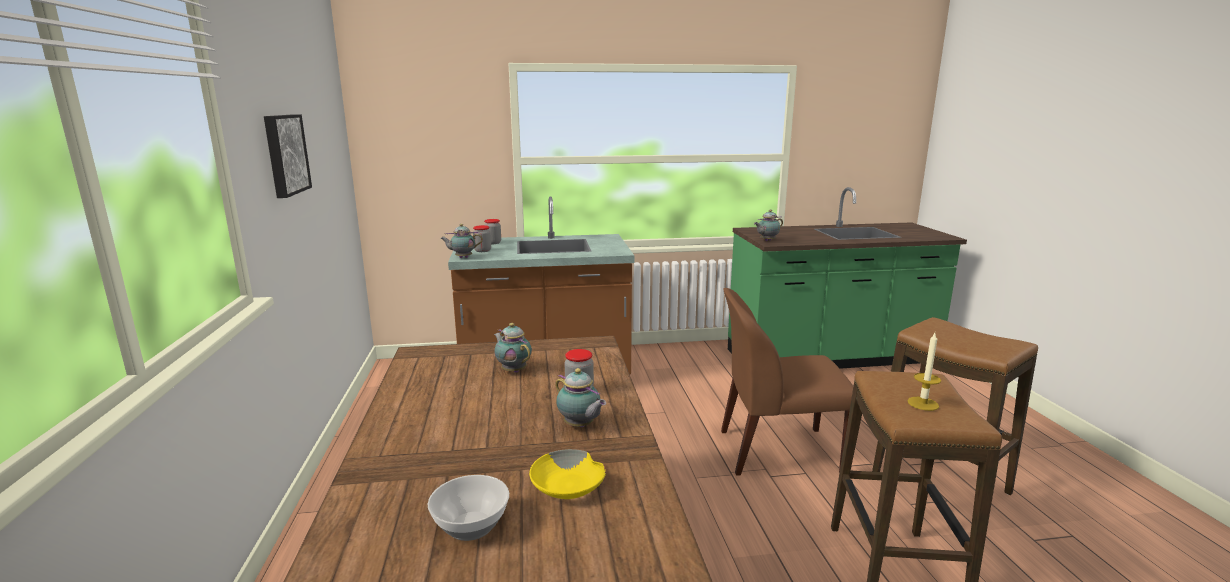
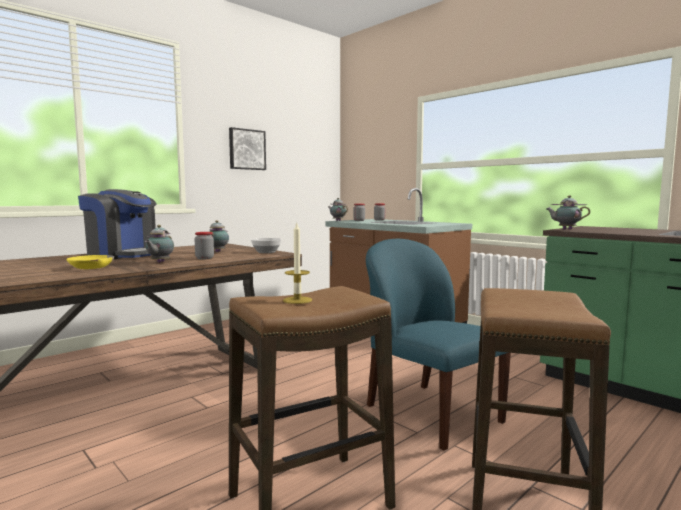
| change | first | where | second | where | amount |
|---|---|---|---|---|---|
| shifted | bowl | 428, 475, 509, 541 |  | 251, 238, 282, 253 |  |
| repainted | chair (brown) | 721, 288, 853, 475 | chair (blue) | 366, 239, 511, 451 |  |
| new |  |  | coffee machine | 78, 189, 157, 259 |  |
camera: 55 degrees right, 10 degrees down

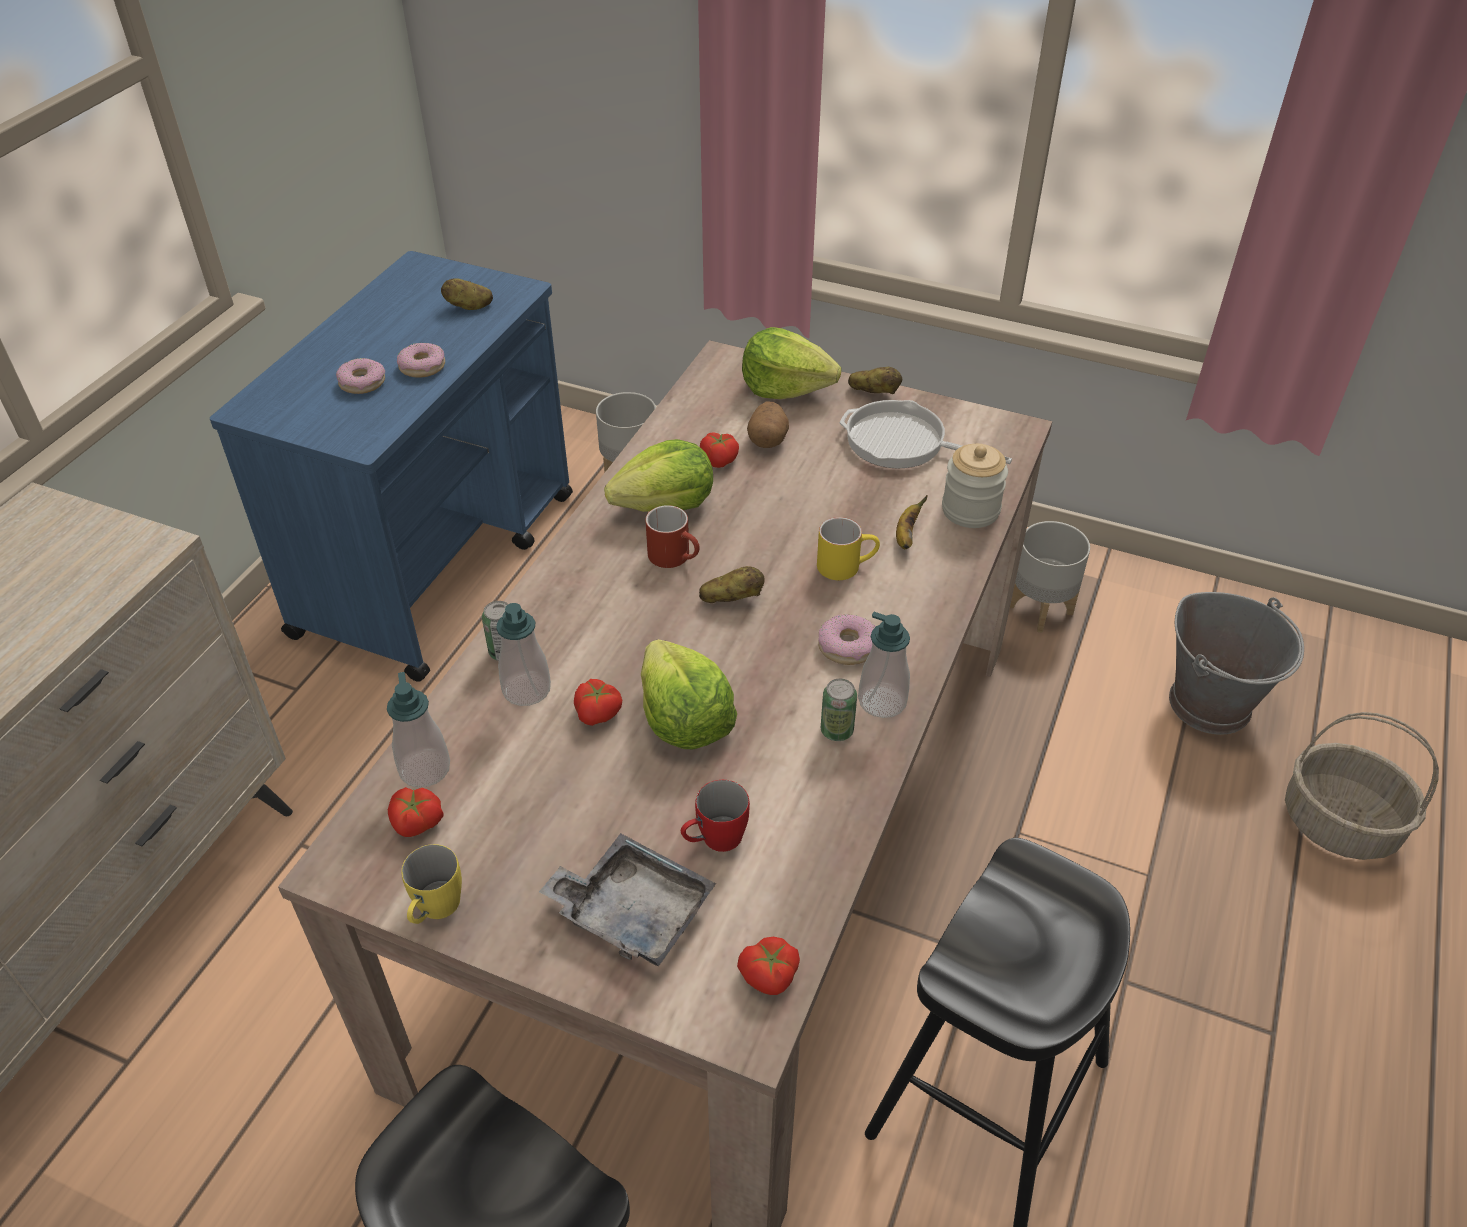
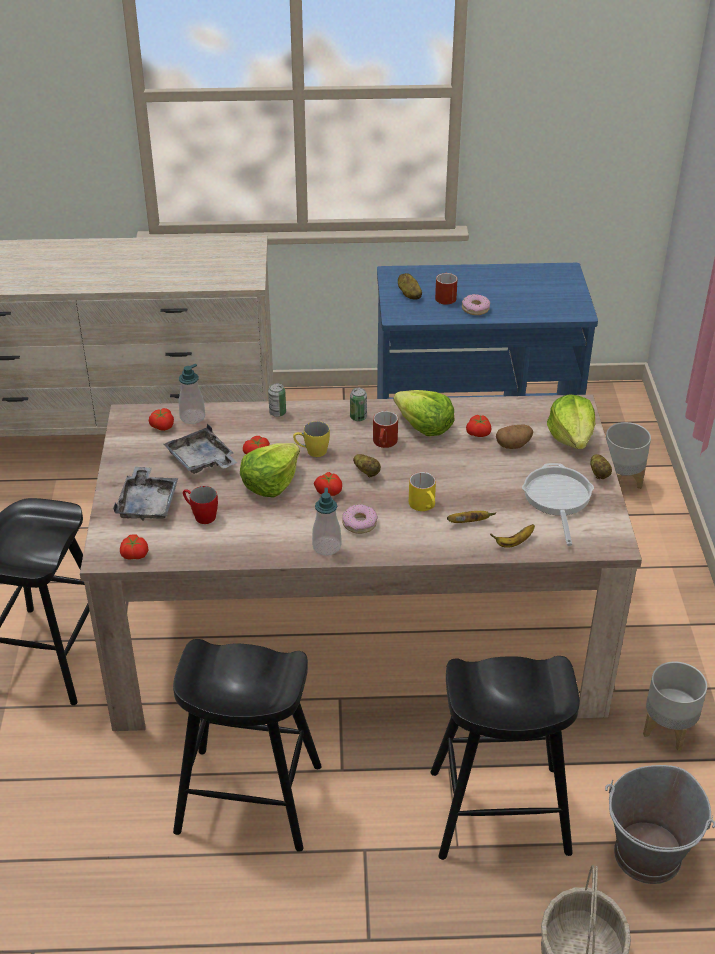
| change | first | where | second | where | amount |
|---|---|---|---|---|---|
| swapped | donut | 336, 358, 385, 394 | mug (red) | 435, 273, 458, 305 |  |
| shifted | mug (yellow) | 402, 844, 462, 924 |  | 293, 421, 330, 457 |  |
| shifted | potato | 441, 278, 493, 310 |  | 398, 273, 422, 300 |  |
| gone | soap dispenser | 496, 603, 551, 706 |  |  |  |
| shifted | can | 821, 678, 857, 741 |  | 350, 388, 367, 421 |  |
| swapped | jar | 942, 444, 1008, 528 | banana | 490, 524, 535, 548 |  |
| new |  |  | tray (grey) | 164, 423, 237, 474 |  |
| new |  |  | tomato | 314, 472, 342, 496 |  |
| new |  |  | stool (black) | 430, 656, 580, 860 |  |
camera: 65 degrees right, 5 degrees down

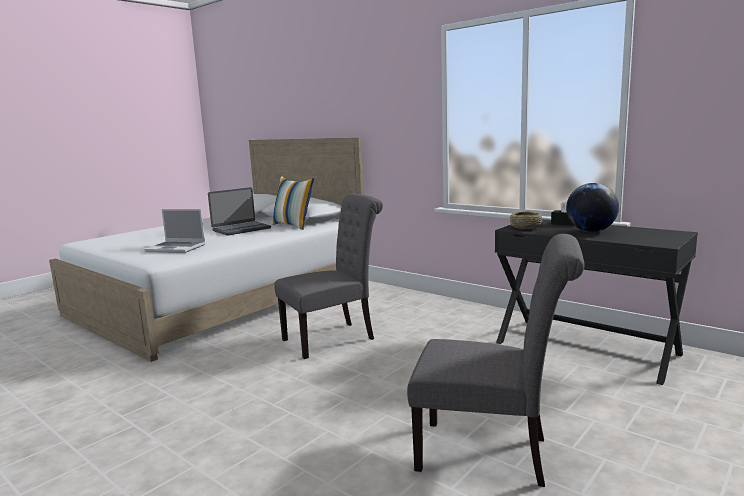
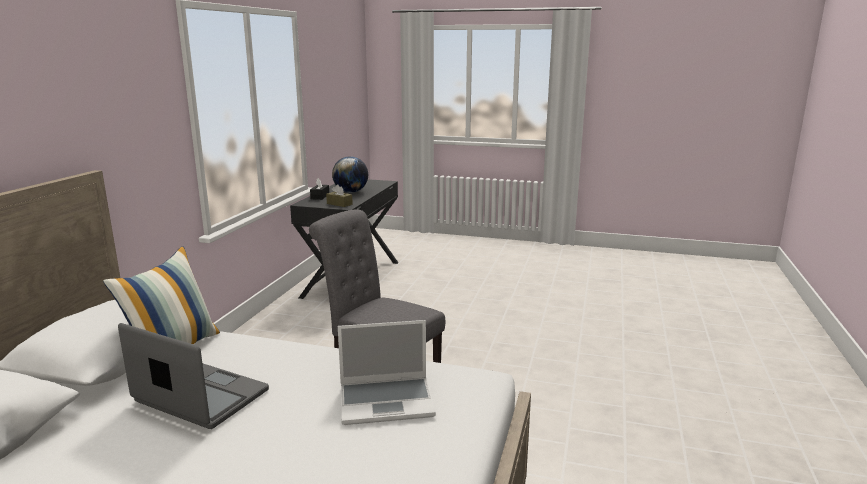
| change | first | where | second | where | amount |
|---|---|---|---|---|---|
| rotated | laptop | 144, 209, 205, 253 |  | 338, 320, 436, 425 | 90 degrees clockwise |
| gone | chair (grey) | 407, 234, 585, 487 |  |  |  |
| swapped | bowl (beige) | 510, 211, 542, 229 | tissue box (brown) | 326, 184, 353, 207 |  |
camera: 115 degrees left, 5 degrees up

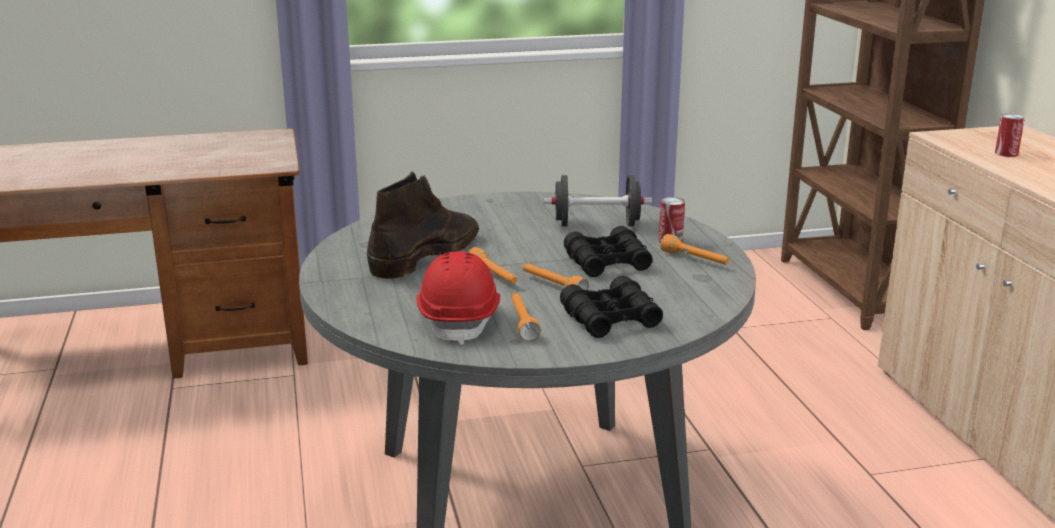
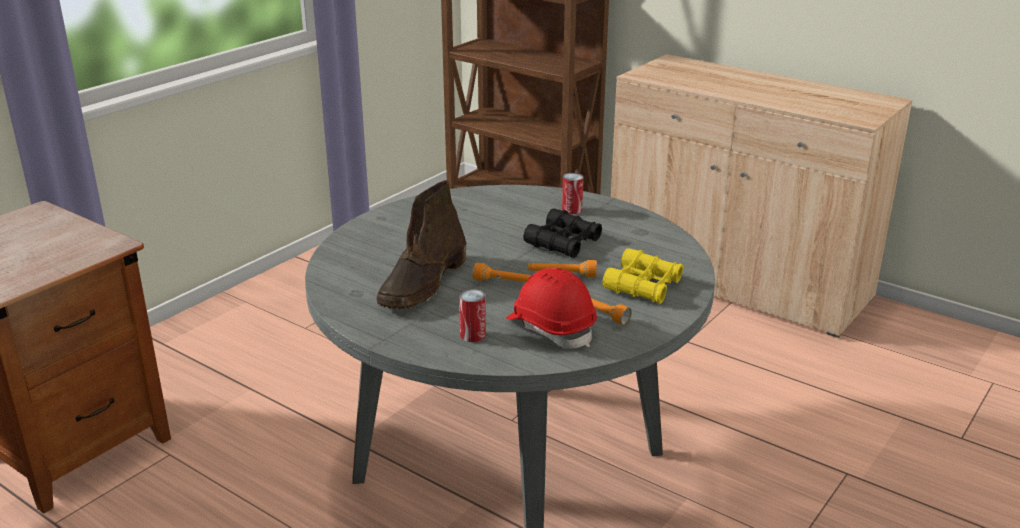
| change | first | where | second | where | amount |
|---|---|---|---|---|---|
| rotated | boot (brown) | 367, 171, 479, 279 |  | 377, 180, 466, 309 | 150 degrees counterclockwise |
| gone | dumbbell (black) | 544, 175, 652, 227 |  |  |  |
| repainted | binoculars (black) | 560, 276, 663, 338 | binoculars (yellow) | 602, 248, 683, 304 |  |
| gone | flashlight (orange) | 661, 234, 729, 265 |  |  |  |
| shifted | can | 995, 114, 1025, 157 |  | 459, 289, 486, 342 |  |
camera: 40 degrees left, 5 degrees up

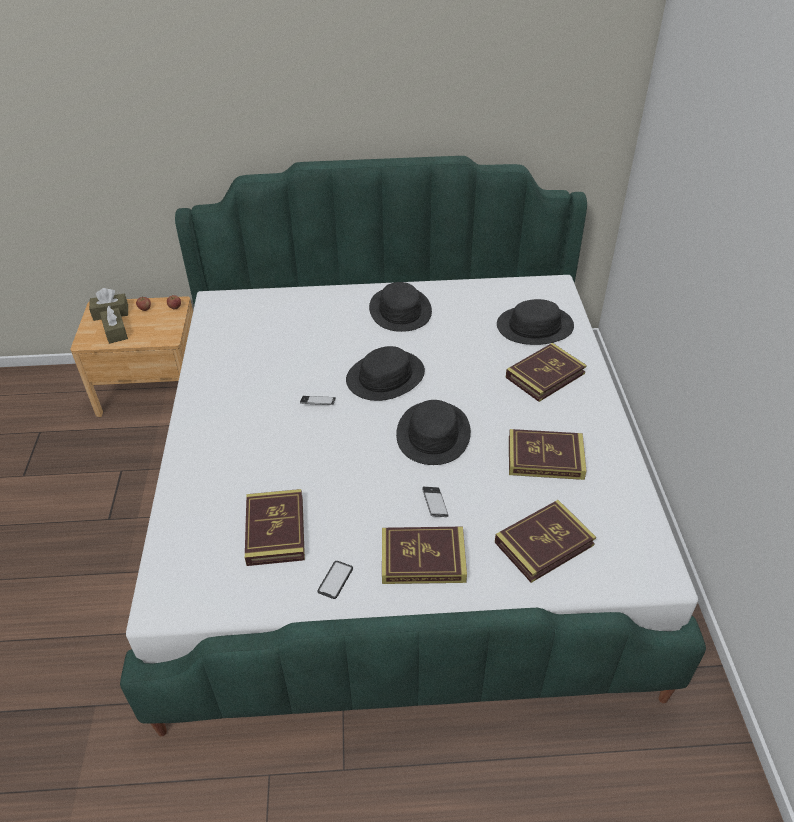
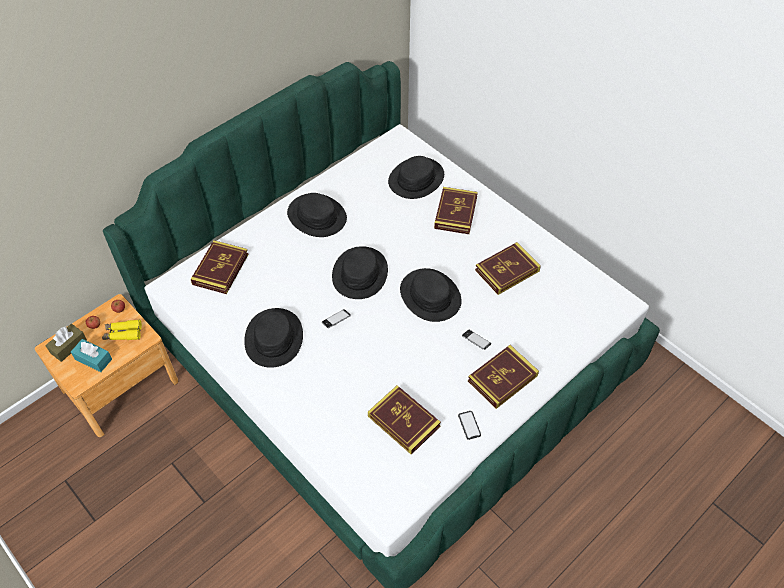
| change | first | where | second | where | amount |
|---|---|---|---|---|---|
| repainted | tissue box (brown) | 100, 306, 128, 344 | tissue box (turquoise) | 71, 339, 112, 372 |  |
| shifted | book | 495, 500, 596, 583 |  | 191, 240, 248, 294 |  |
| new |  |  | binoculars (yellow) | 102, 319, 142, 340 |  |
| new |  |  | hat (black) | 244, 308, 303, 367 |  |
camera: 40 degrees left, 10 degrees up

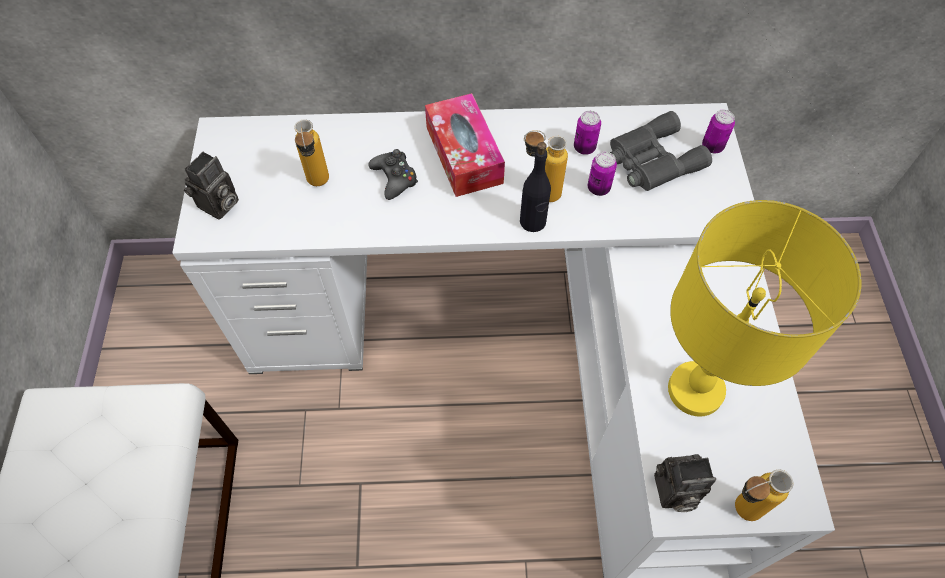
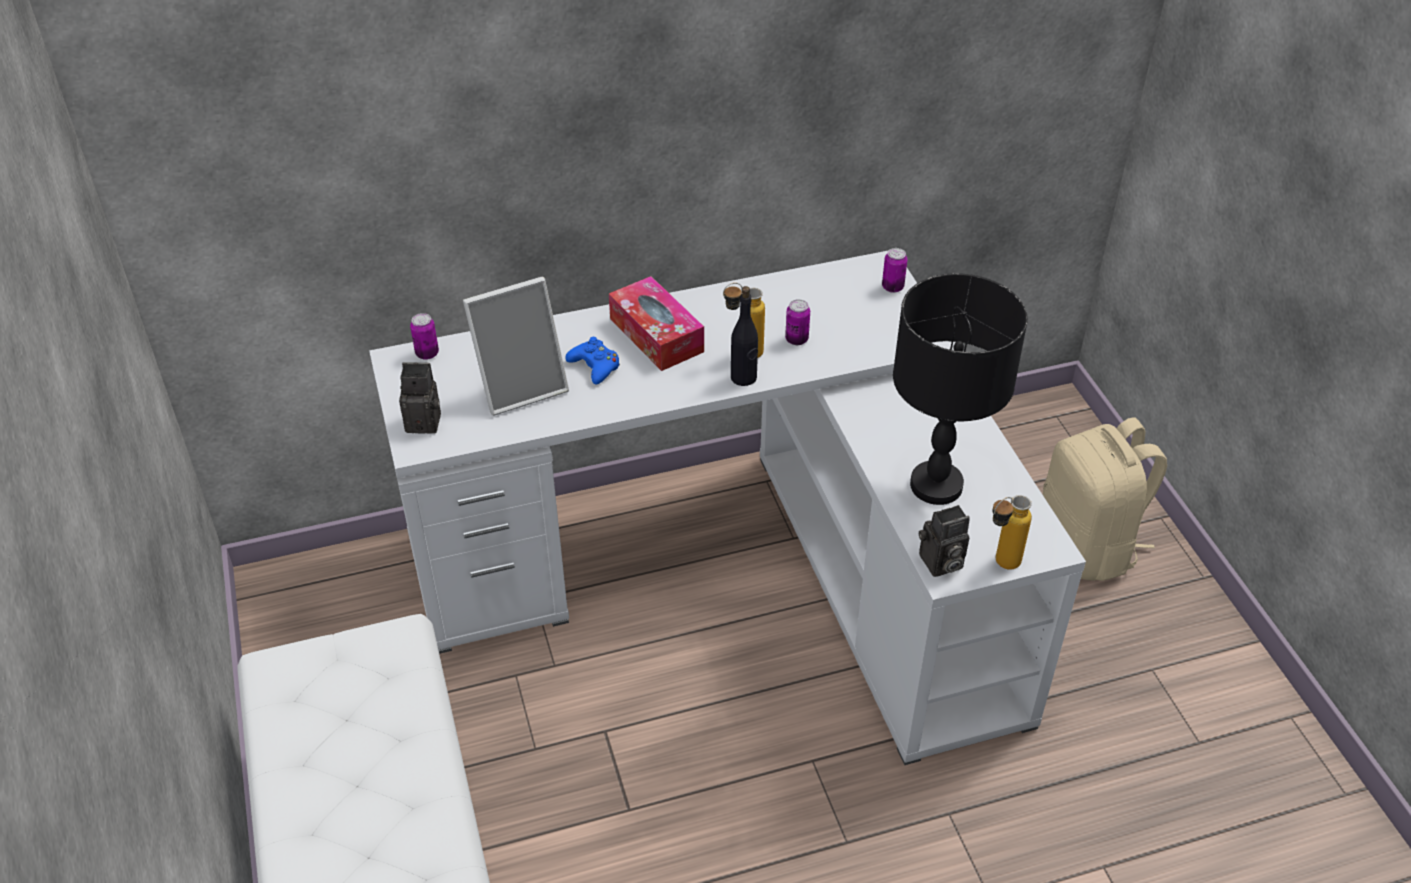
| change | first | where | second | where | amount |
|---|---|---|---|---|---|
| rotated | photo camera | 184, 152, 239, 220 |  | 399, 362, 441, 434 | 105 degrees counterclockwise |
| swapped | bottle | 294, 119, 329, 186 | picture frame | 463, 277, 569, 416 |  |
| repainted | game controller (black) | 368, 149, 418, 200 | game controller (blue) | 565, 337, 620, 385 |  |
| shifted | can | 574, 111, 601, 155 |  | 410, 313, 439, 360 |  |
| gone | binoculars (grey) | 610, 111, 712, 191 |  |  |  |
| repainted | table lamp (yellow) | 668, 200, 861, 417 | table lamp (black) | 893, 273, 1028, 505 |  |
| new |  |  | backpack (beige) | 1042, 418, 1167, 581 |  |
camera: 15 degrees left, 15 degrees down

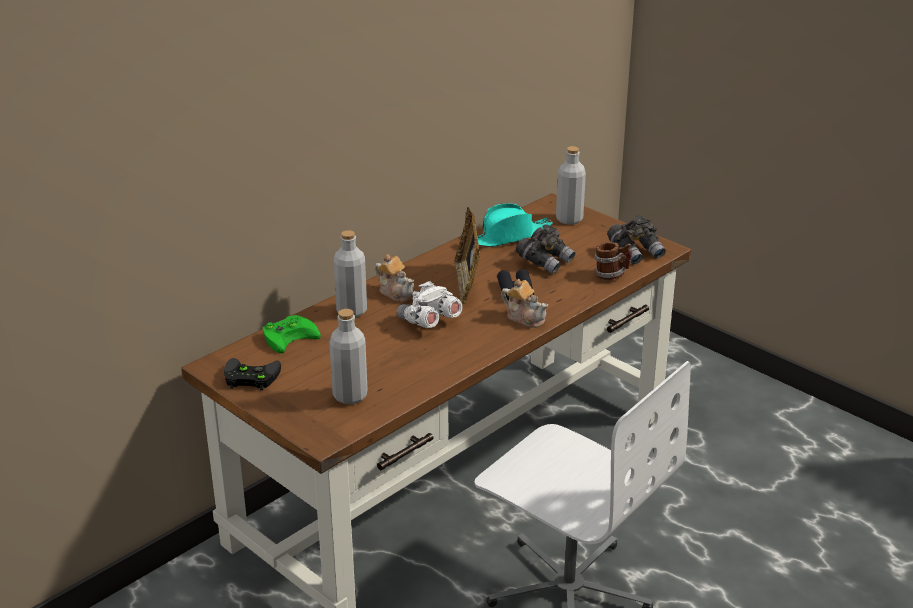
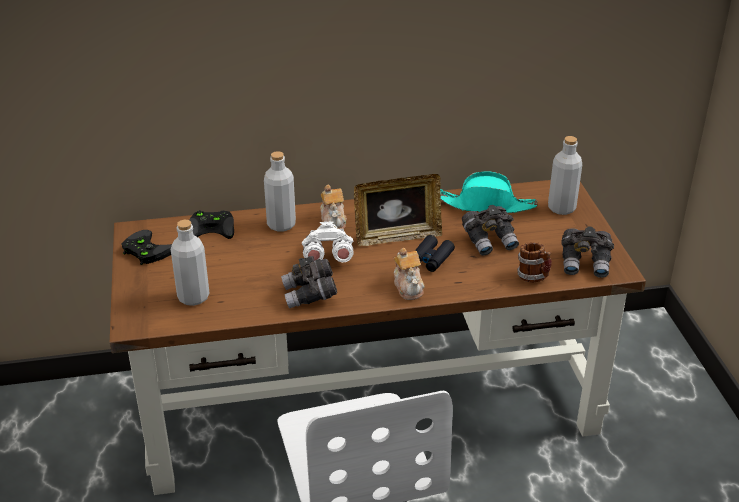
| change | first | where | second | where | amount |
|---|---|---|---|---|---|
| repainted | game controller (green) | 263, 315, 321, 353 | game controller (black) | 189, 210, 234, 239 |  |
| rotated | picture frame | 454, 207, 480, 304 |  | 354, 174, 442, 246 | 135 degrees counterclockwise |
| new |  |  | binoculars (grey) | 281, 256, 337, 308 |  |
camera: 35 degrees right, 5 degrees up

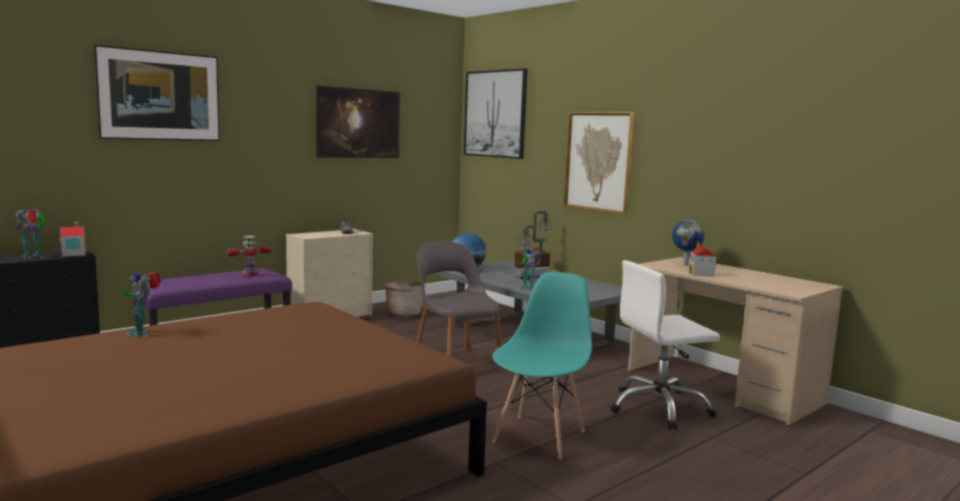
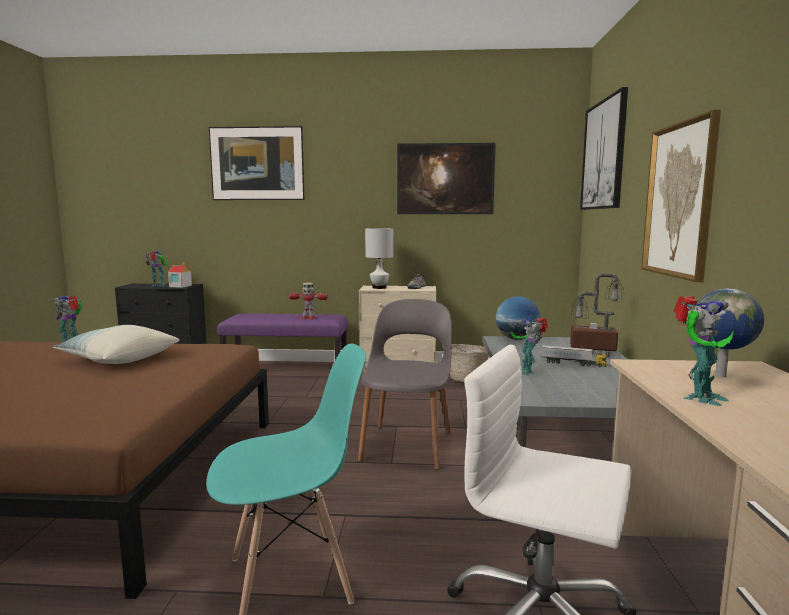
| change | first | where | second | where | amount |
|---|---|---|---|---|---|
| swapped | toy house | 689, 242, 716, 277 | toy robot | 673, 296, 734, 406 |  |
| new |  |  | pillow | 53, 325, 180, 364 |  |
| new |  |  | table lamp (white) | 365, 228, 393, 289 |  |
camera: 45 degrees right, 0 degrees up

